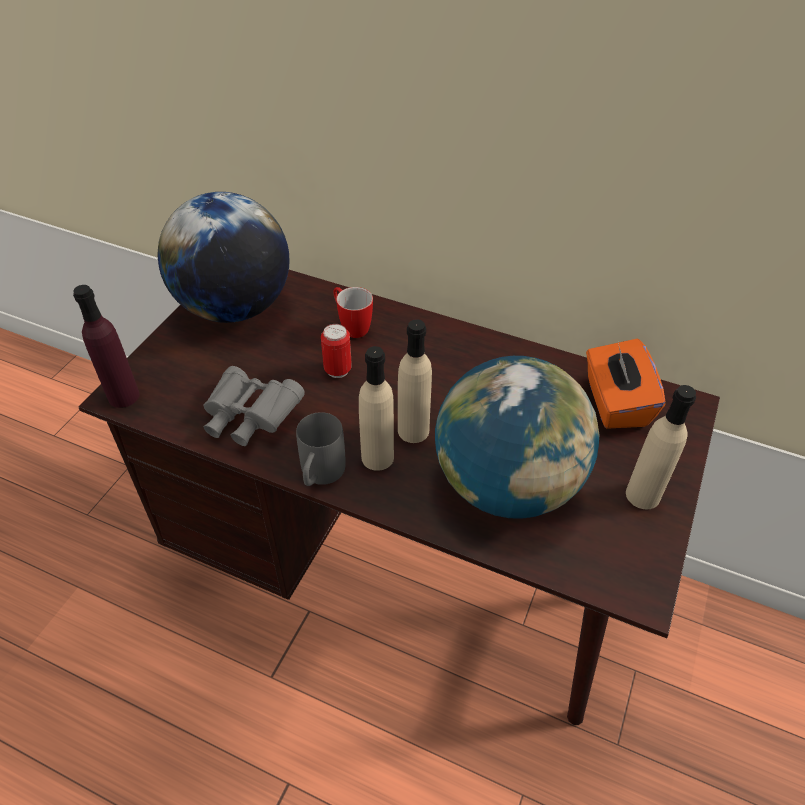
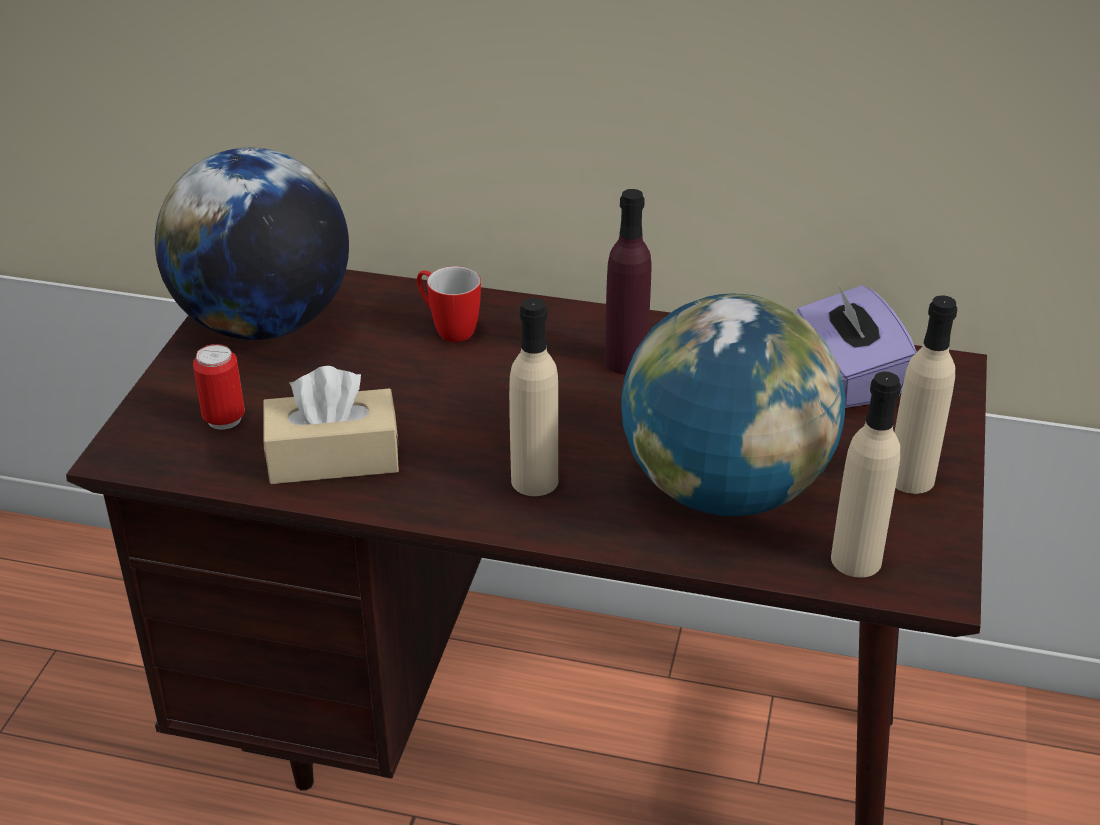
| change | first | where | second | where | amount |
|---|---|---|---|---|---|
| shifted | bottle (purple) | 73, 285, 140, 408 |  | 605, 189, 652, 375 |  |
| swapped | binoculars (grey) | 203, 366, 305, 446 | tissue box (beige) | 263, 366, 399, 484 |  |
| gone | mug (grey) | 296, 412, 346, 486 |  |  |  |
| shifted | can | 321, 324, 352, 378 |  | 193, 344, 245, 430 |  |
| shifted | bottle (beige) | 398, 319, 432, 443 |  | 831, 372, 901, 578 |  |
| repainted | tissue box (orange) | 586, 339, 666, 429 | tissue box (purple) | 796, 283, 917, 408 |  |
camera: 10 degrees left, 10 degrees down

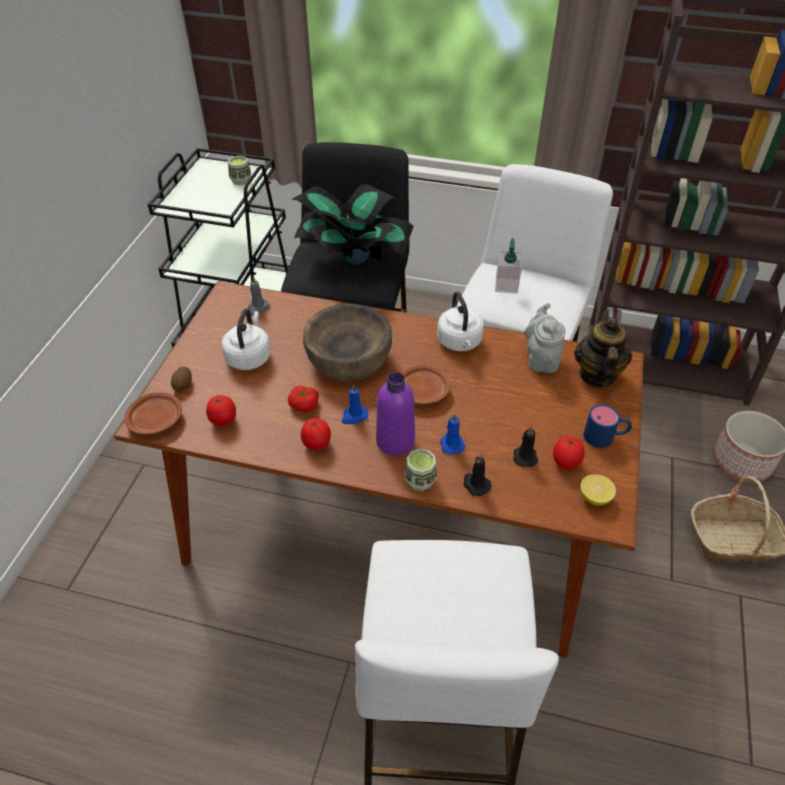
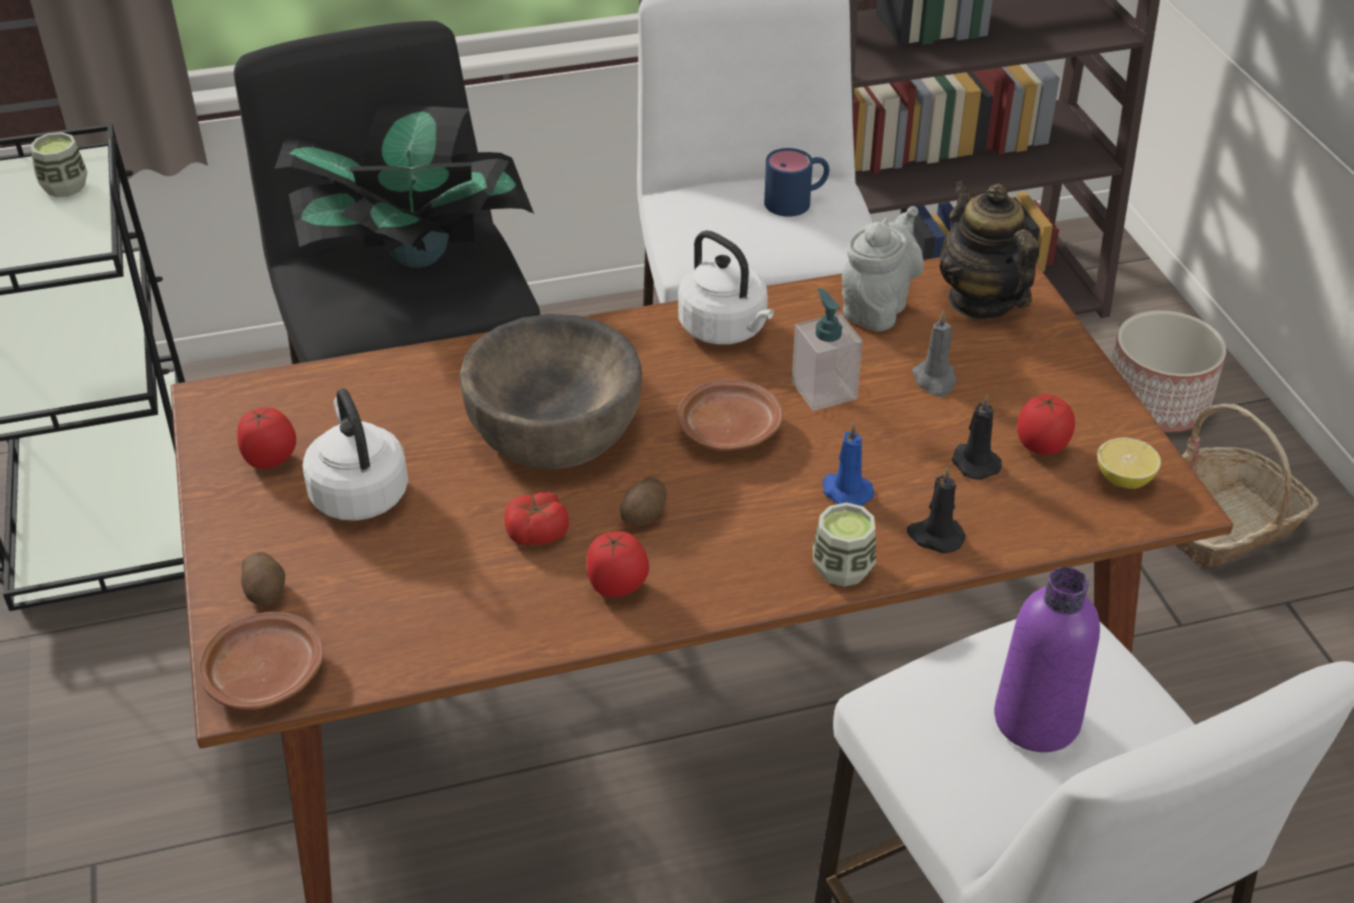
| change | first | where | second | where | amount |
|---|---|---|---|---|---|
| shifted | tomato | 206, 395, 236, 426 |  | 237, 407, 296, 469 |  |
| shifted | candle (grey) | 248, 276, 270, 316 |  | 912, 311, 957, 397 |  |
| swapped | candle (blue) | 342, 384, 368, 424 | potato | 620, 477, 667, 526 |  |
| shifted | bottle (purple) | 376, 372, 415, 456 |  | 994, 567, 1100, 752 |  |
| shifted | soap dispenser | 495, 238, 522, 294 |  | 792, 288, 863, 411 |  |
| rotated | teapot (grey) | 524, 303, 565, 373 |  | 842, 206, 924, 331 | 60 degrees clockwise |
| shifted | mug (blue) | 583, 404, 632, 448 |  | 764, 148, 829, 217 |  |
camera: 30 degrees left, 5 degrees down

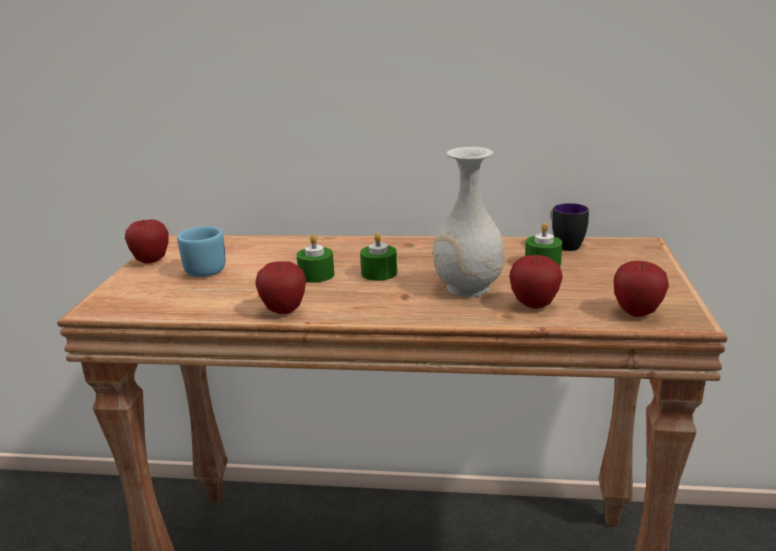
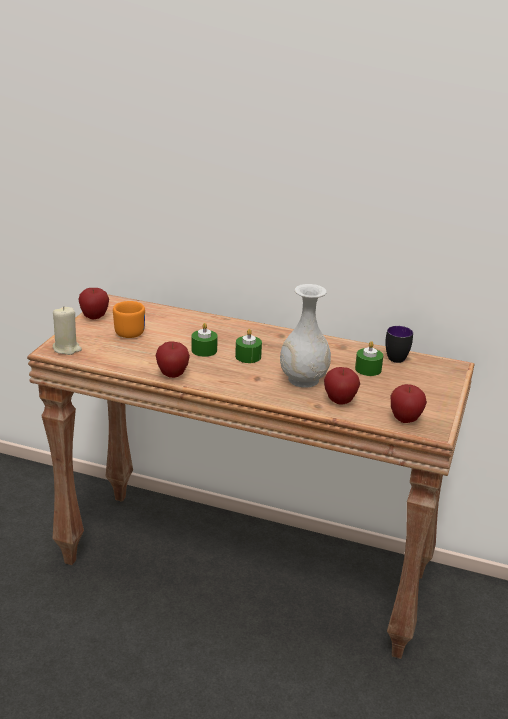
| change | first | where | second | where | amount |
|---|---|---|---|---|---|
| repainted | mug (blue) | 177, 226, 225, 277 | mug (orange) | 113, 301, 145, 338 |  |
| new |  |  | candle (beige) | 53, 306, 82, 355 |  |
camera: 10 degrees right, 5 degrees up

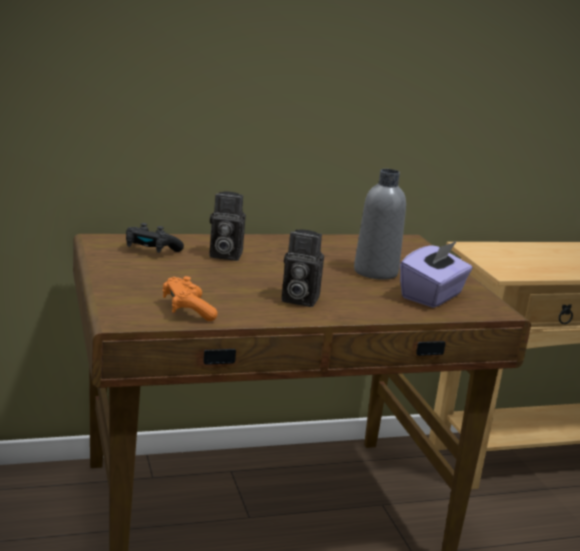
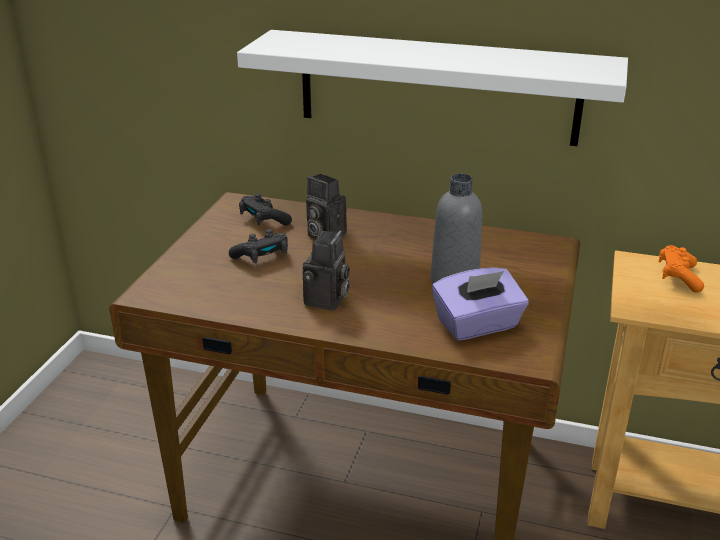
| change | first | where | second | where | amount |
|---|---|---|---|---|---|
| shifted | game controller (orange) | 163, 276, 217, 321 |  | 658, 245, 704, 293 |  |
| rotated | photo camera | 282, 230, 324, 307 |  | 303, 231, 350, 311 | 120 degrees counterclockwise |
| new |  |  | game controller (black) | 229, 229, 288, 264 |  |
| new |  |  | shelf (white) | 237, 30, 628, 146 |  |
camera: 35 degrees right, 10 degrees up

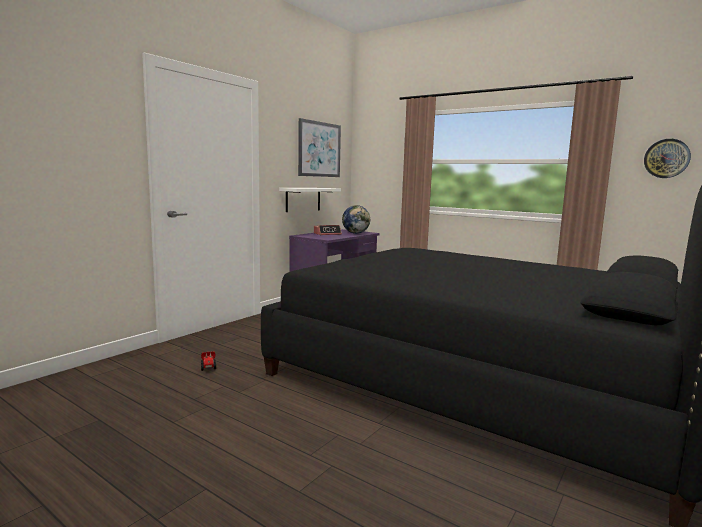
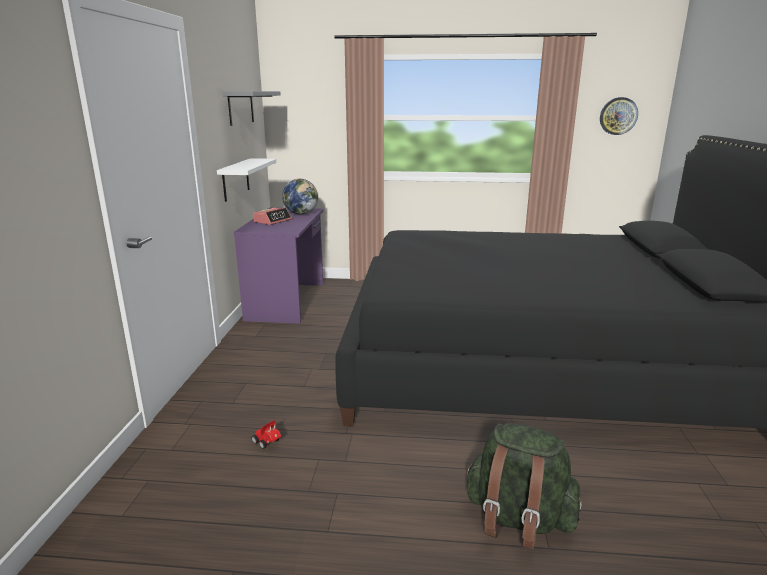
| change | first | where | second | where | amount |
|---|---|---|---|---|---|
| swapped | picture | 298, 118, 341, 177 | shelf (grey) | 223, 91, 281, 126 |  |
| new |  |  | backpack (green) | 465, 423, 582, 550 |  |
camera: 30 degrees left, 10 degrees up

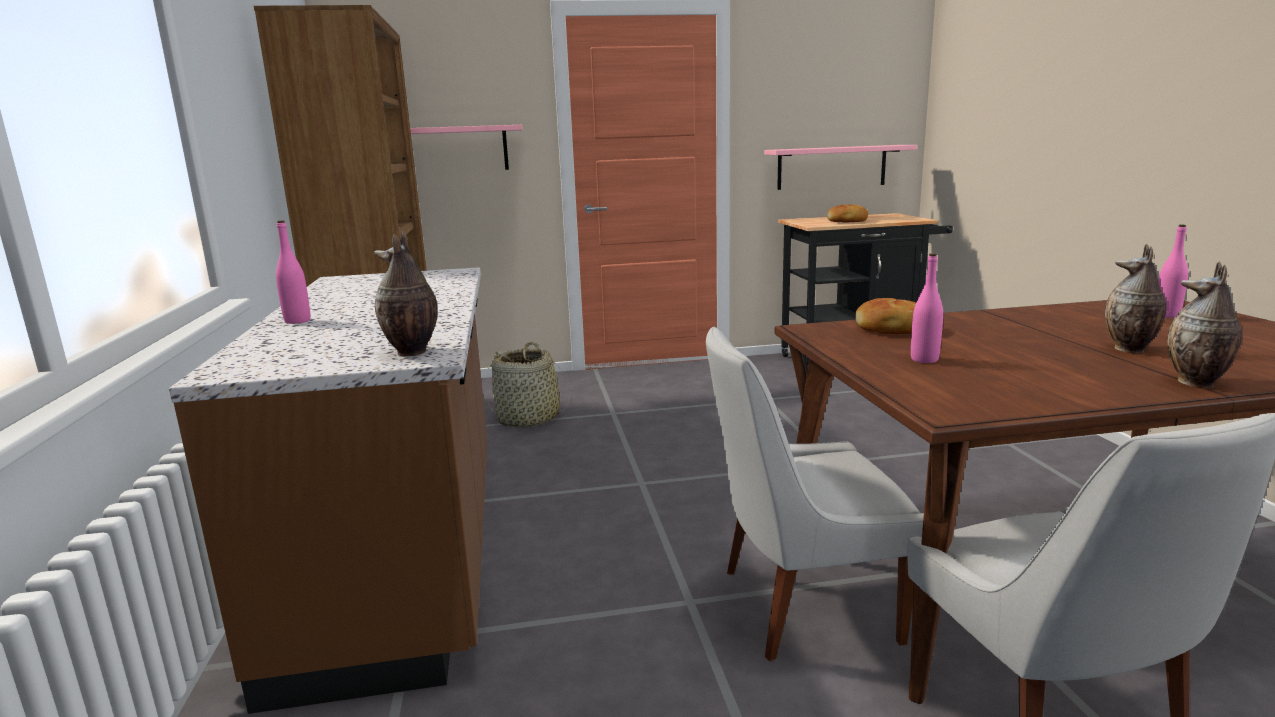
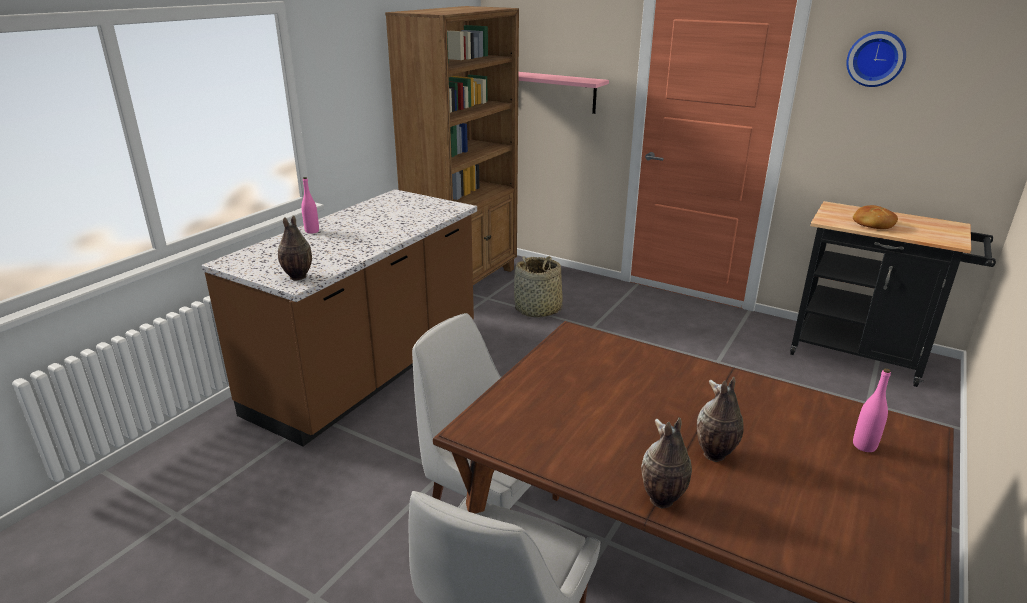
| change | first | where | second | where | amount |
|---|---|---|---|---|---|
| gone | shelf (pink) | 764, 145, 918, 190 |  |  |  |
| gone | bread | 855, 298, 916, 334 |  |  |  |
| gone | bottle (pink) | 911, 253, 943, 363 |  |  |  |
| new |  |  | wall clock | 846, 31, 906, 87 |  |
camera: 40 degrees right, 10 degrees up

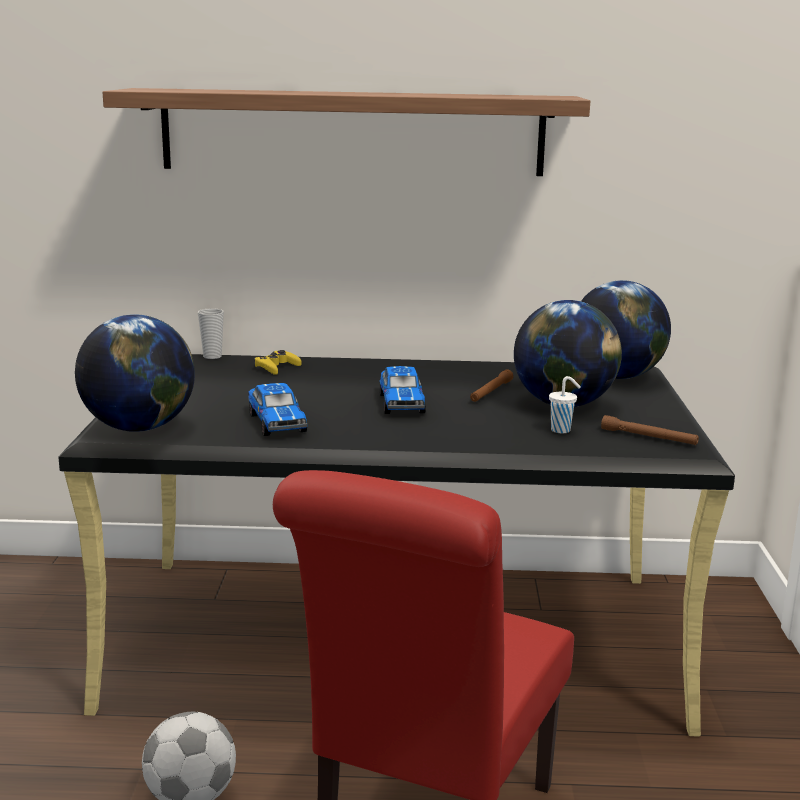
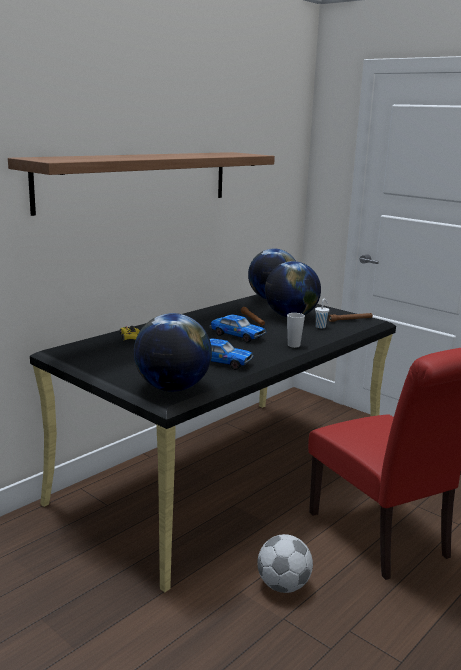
| change | first | where | second | where | amount |
|---|---|---|---|---|---|
| shifted | cup | 198, 309, 224, 359 |  | 287, 313, 305, 348 |  |
camera: 50 degrees left, 0 degrees up

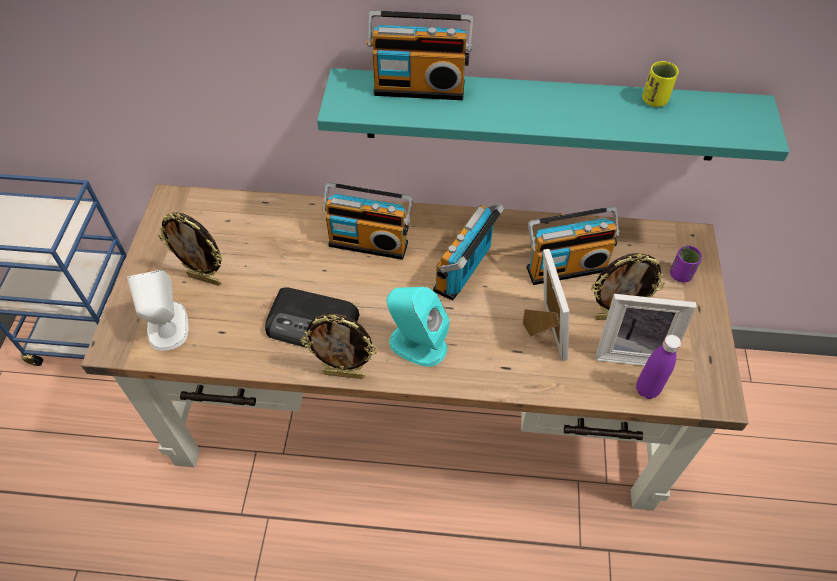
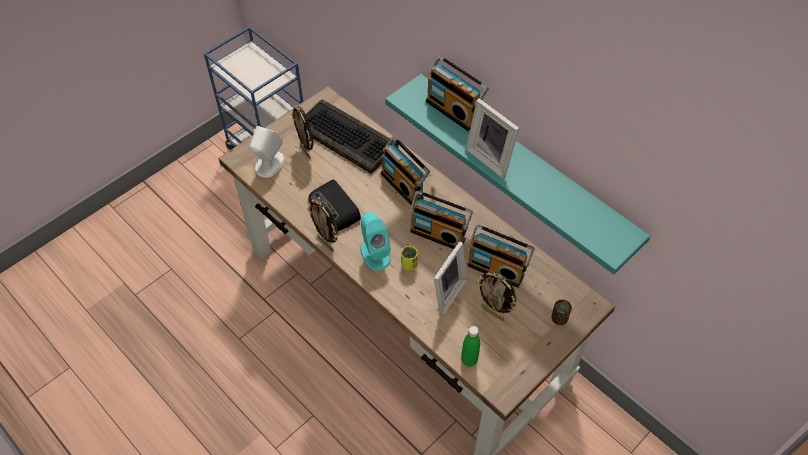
| change | first | where | second | where | amount |
|---|---|---|---|---|---|
| rotated | radio | 433, 203, 504, 301 |  | 410, 191, 473, 249 | 135 degrees counterclockwise |
| shifted | picture frame | 595, 294, 697, 366 |  | 466, 99, 519, 178 |  |
| repainted | bottle (purple) | 636, 335, 681, 399 | bottle (green) | 461, 326, 480, 367 |  |
| shifted | cup (yellow) | 642, 61, 679, 107 |  | 401, 246, 418, 271 |  |
| repainted | cup (purple) | 670, 246, 702, 283 | cup (brown) | 551, 300, 572, 325 |  |
| new |  |  | keyboard | 295, 99, 399, 174 |  |
camera: 40 degrees right, 0 degrees up

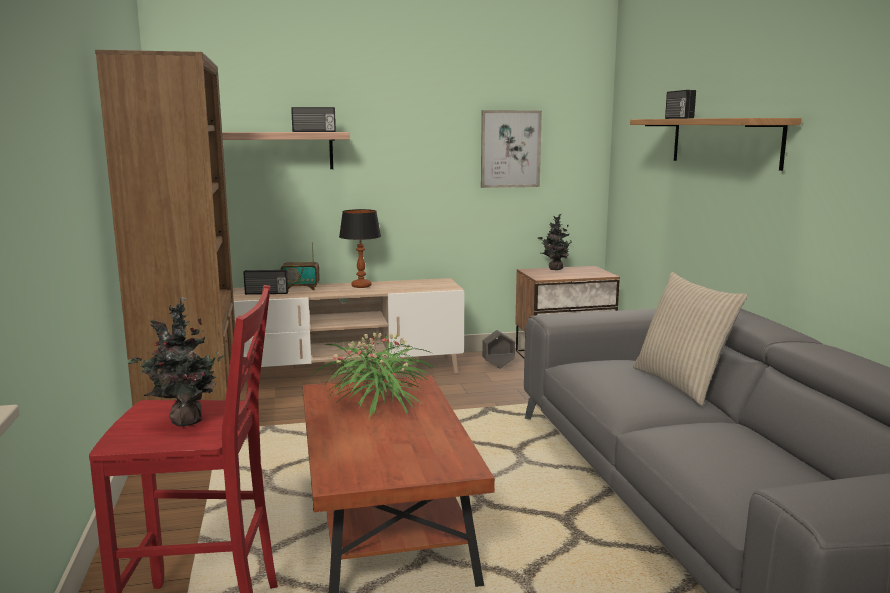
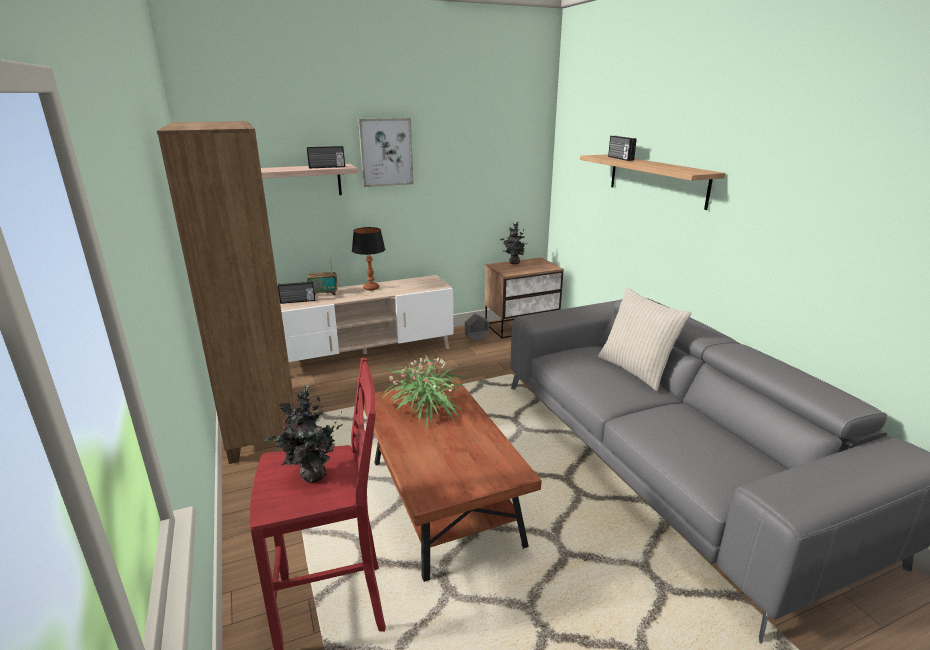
| change | first | where | second | where | amount |
|---|---|---|---|---|---|
| shifted | picture | 481, 110, 542, 188 |  | 358, 118, 414, 187 |  |
camera: 10 degrees left, 10 degrees up

